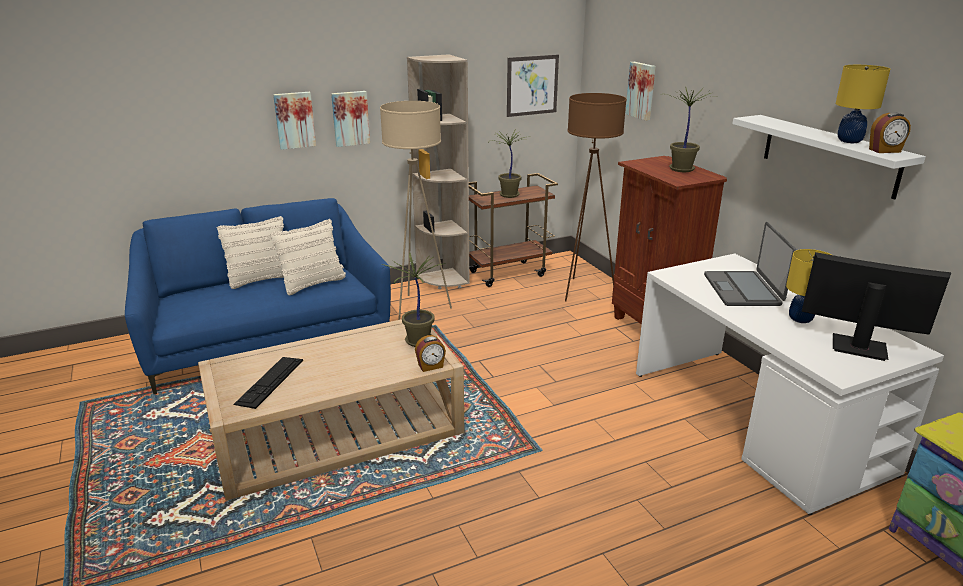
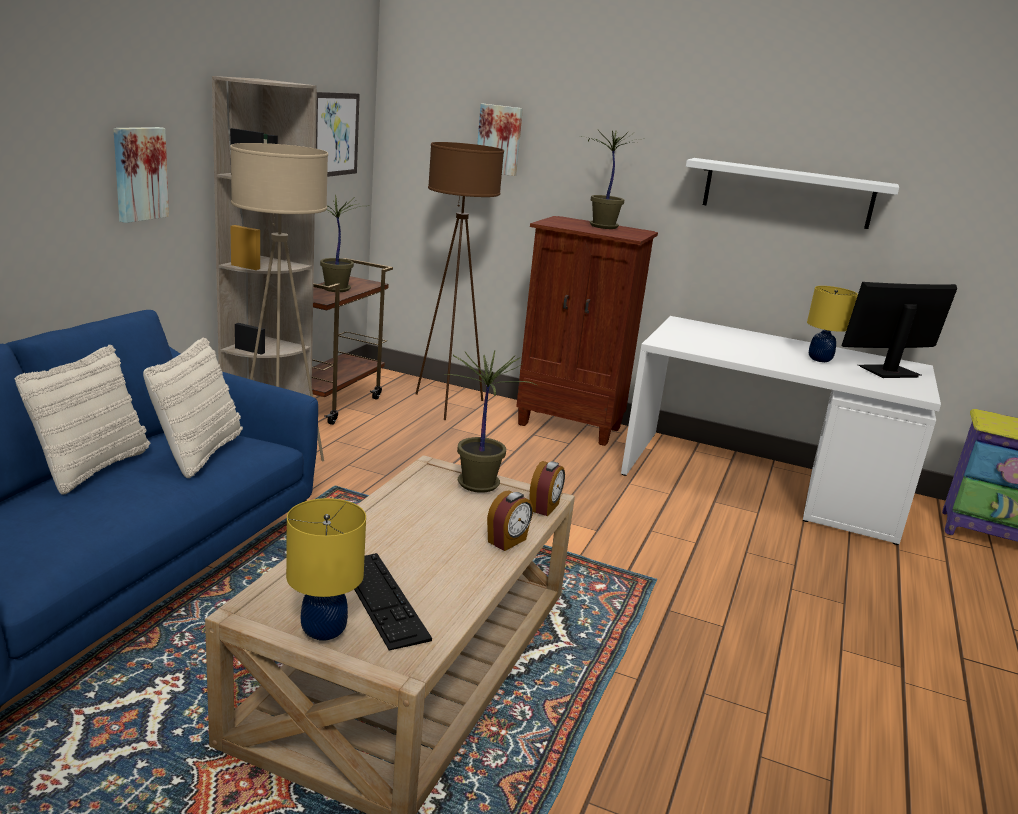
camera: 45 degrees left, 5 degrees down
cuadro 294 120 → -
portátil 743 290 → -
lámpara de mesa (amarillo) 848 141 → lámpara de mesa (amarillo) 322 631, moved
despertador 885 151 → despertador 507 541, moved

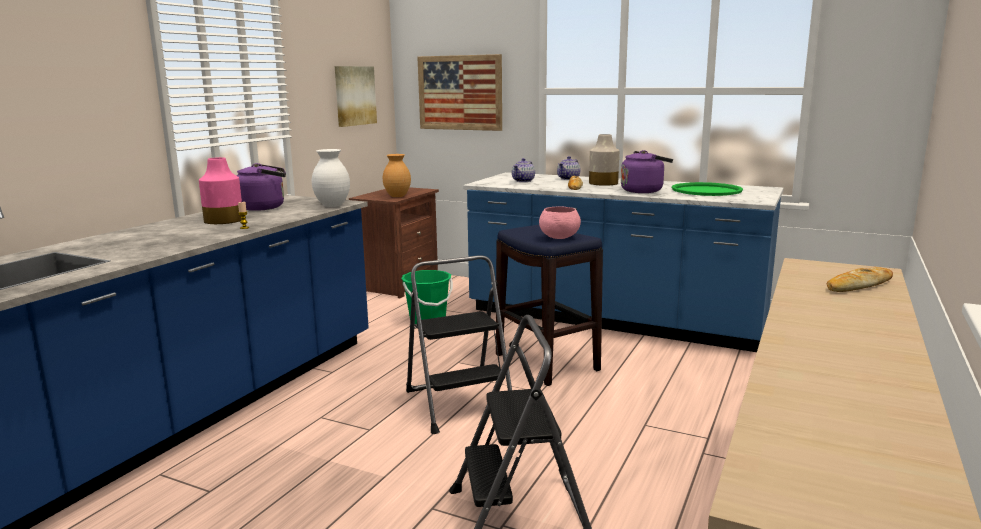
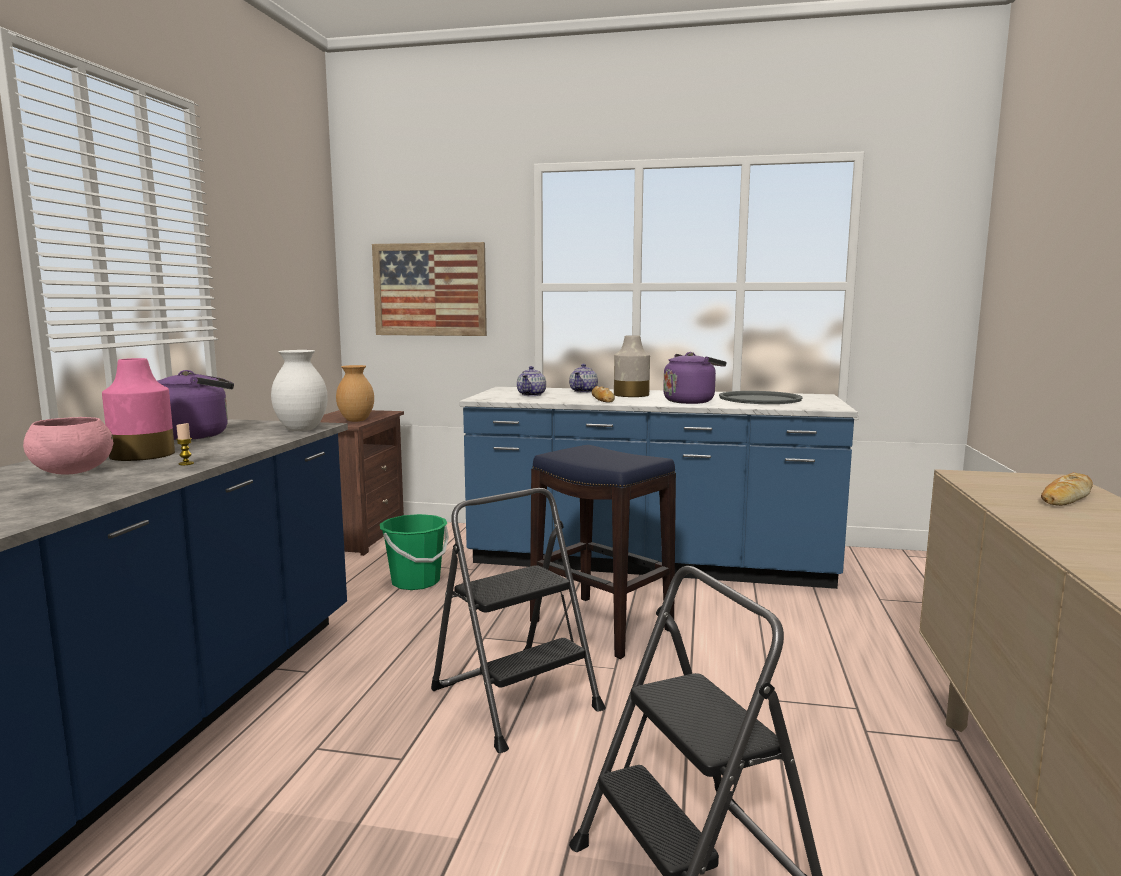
camera: 15 degrees left, 5 degrees down
cuadro 354 95 → -
cuenco (rosa) 559 237 → cuenco (rosa) 72 472, moved
bandeja (verde) 706 190 → bandeja (gris) 760 399

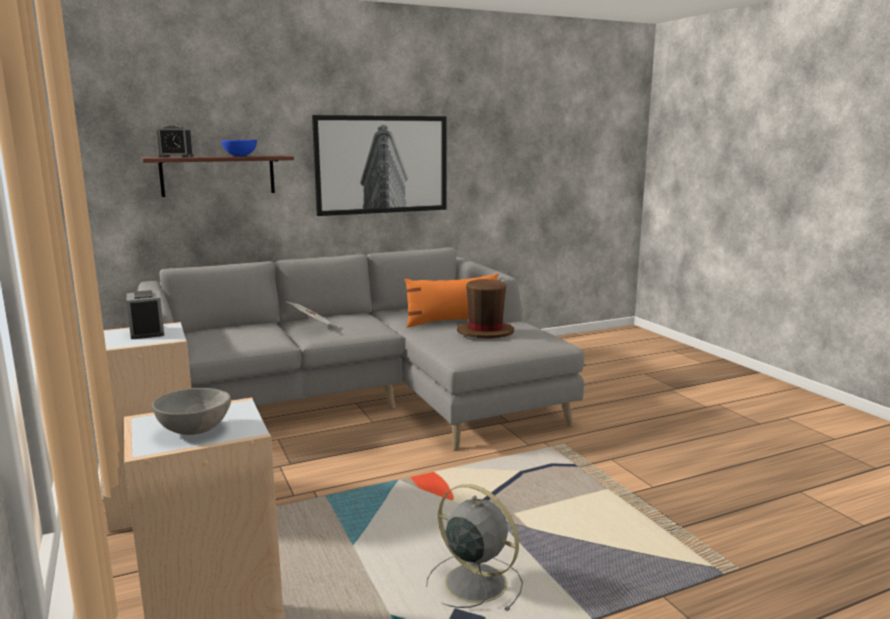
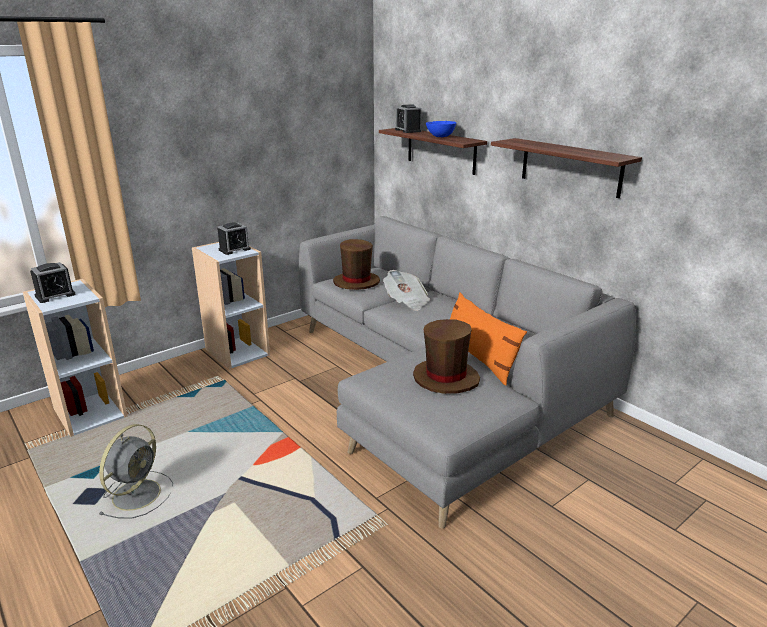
camera: 75 degrees right, 10 degrees up
cuenco (gris) 194 430 → despertador 55 295
cuadro 382 164 → estante 570 167
- → sombrero (marrón) 356 282

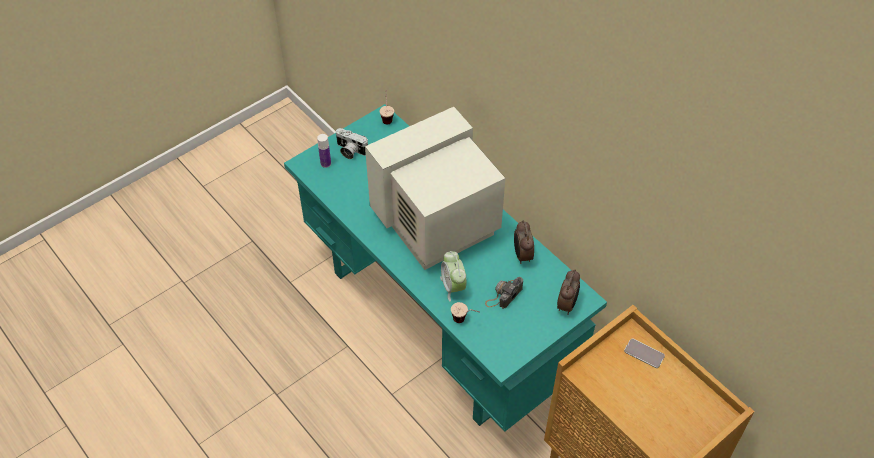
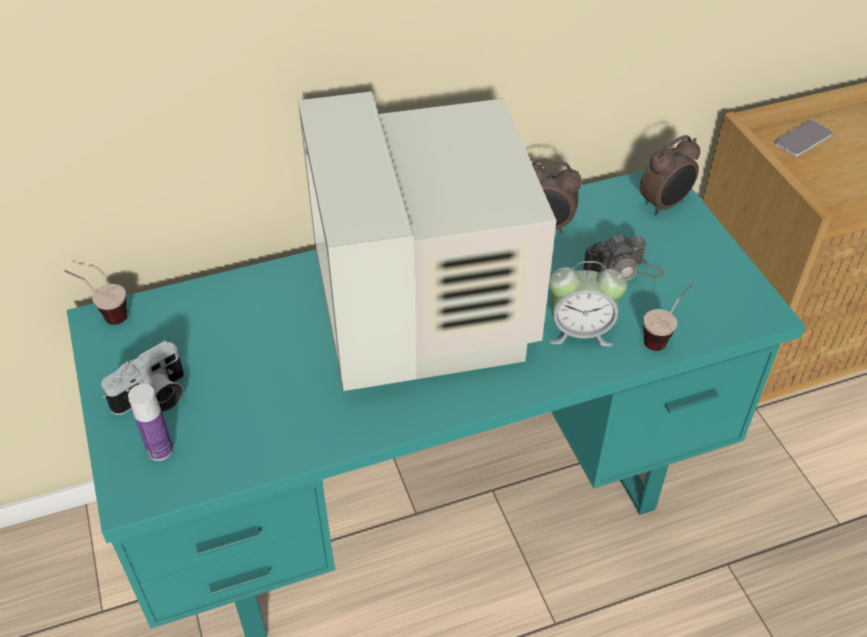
camera: 70 degrees left, 5 degrees down
cámara 504 295 → cámara 622 271, 75 degrees counterclockwise
despertador 567 304 → despertador 665 205, 105 degrees clockwise

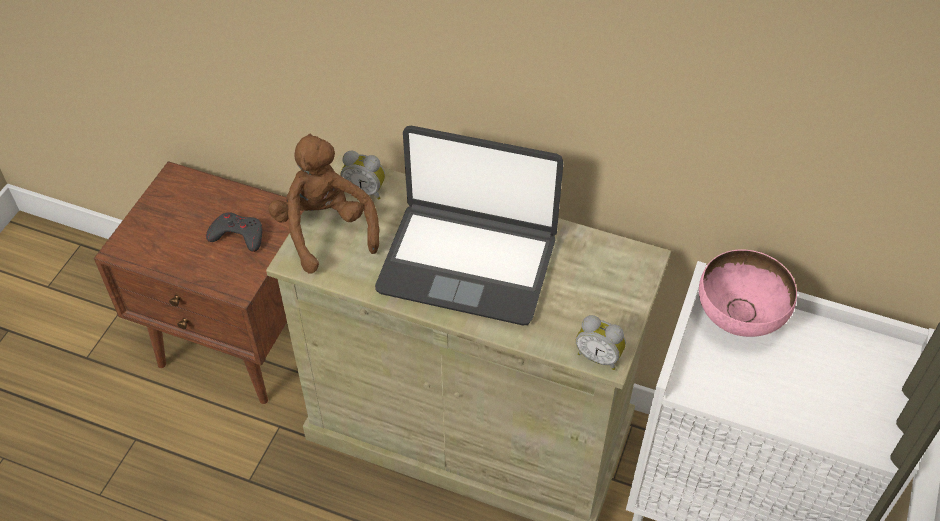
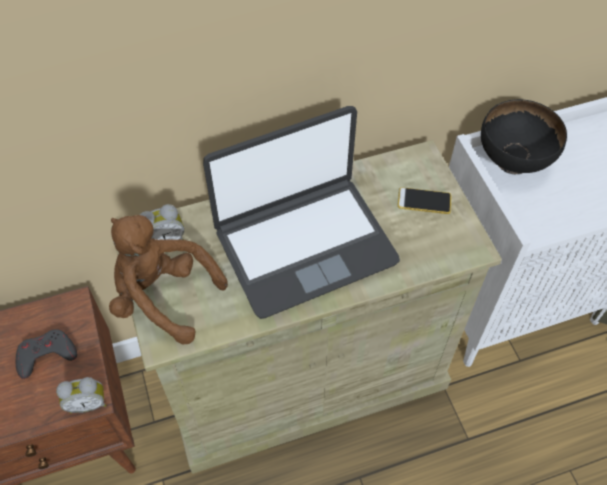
camera: 40 degrees left, 5 degrees up
despertador 599 356 → despertador 88 403, moved
cuenco (rosa) 737 319 → cuenco (negro) 512 161
- → móvil 424 201

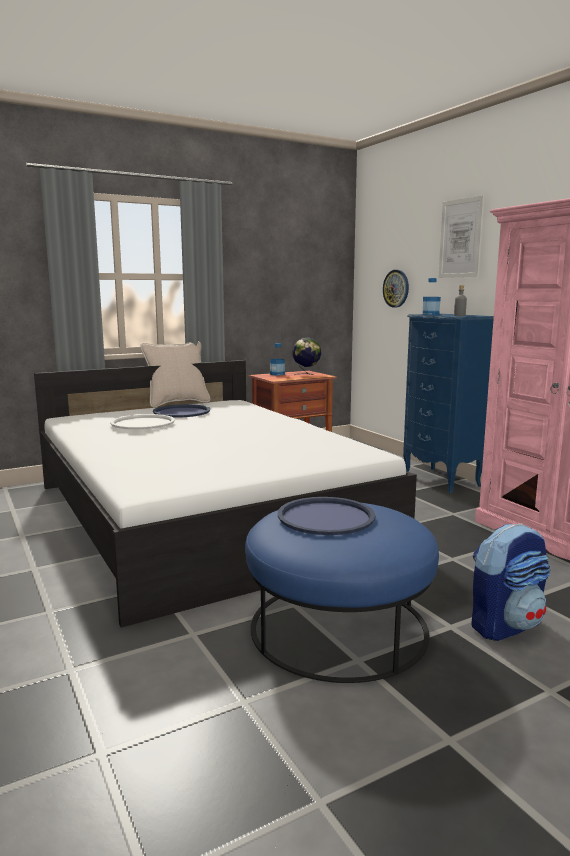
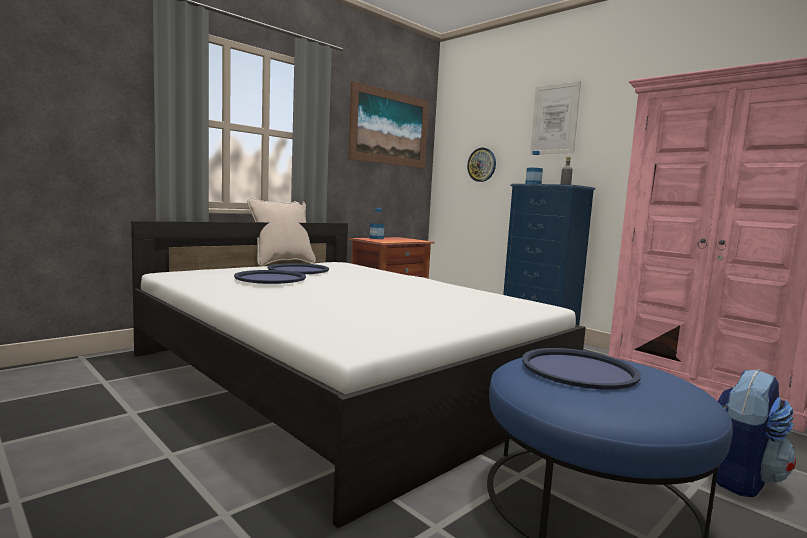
camera: 15 degrees left, 5 degrees down
bandeja (blanco) 142 423 → bandeja (azul) 270 278
globo terráqueo 306 374 → -
- → cuadro 390 128

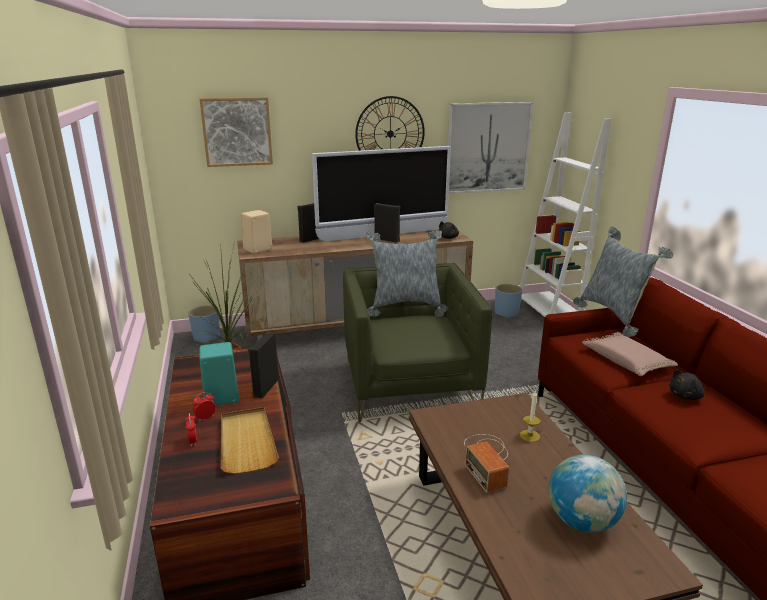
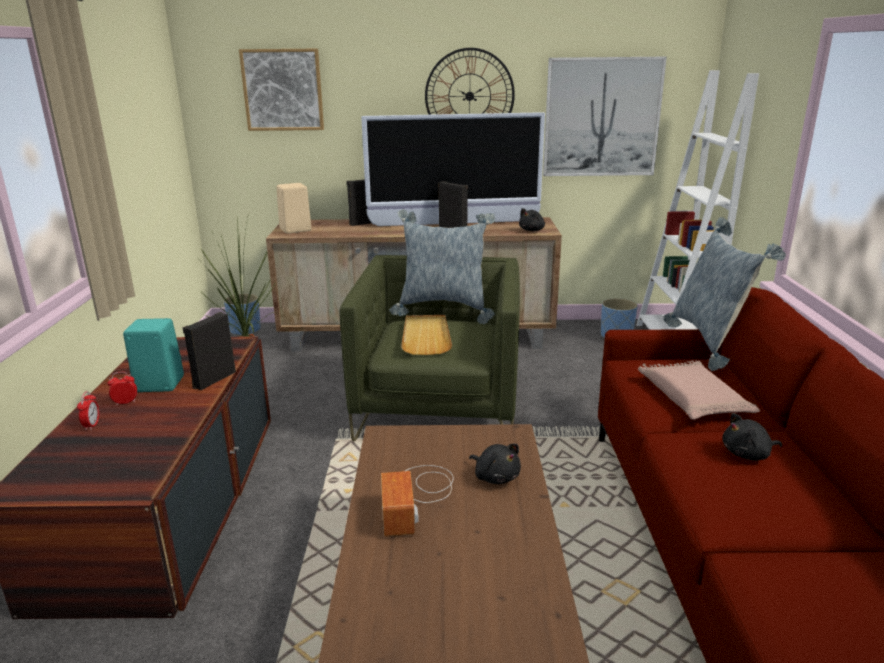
camera: 15 degrees right, 0 degrees up
bandeja (beis) 247 441 → bandeja (beis) 426 337, moved
vela 529 436 → peluche (negro) 495 476
globo terráqueo 582 521 → -

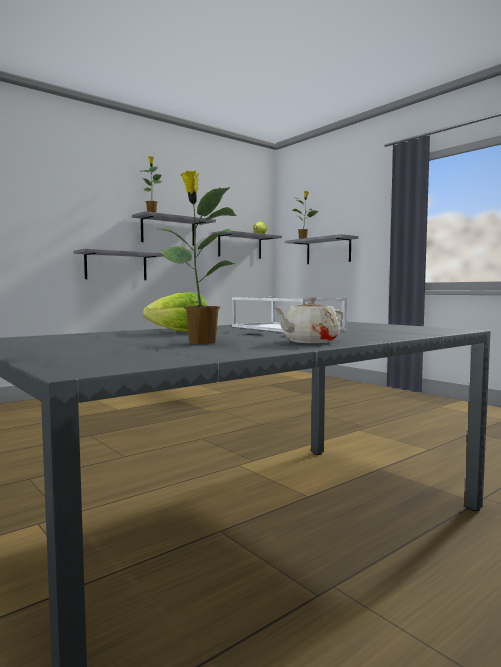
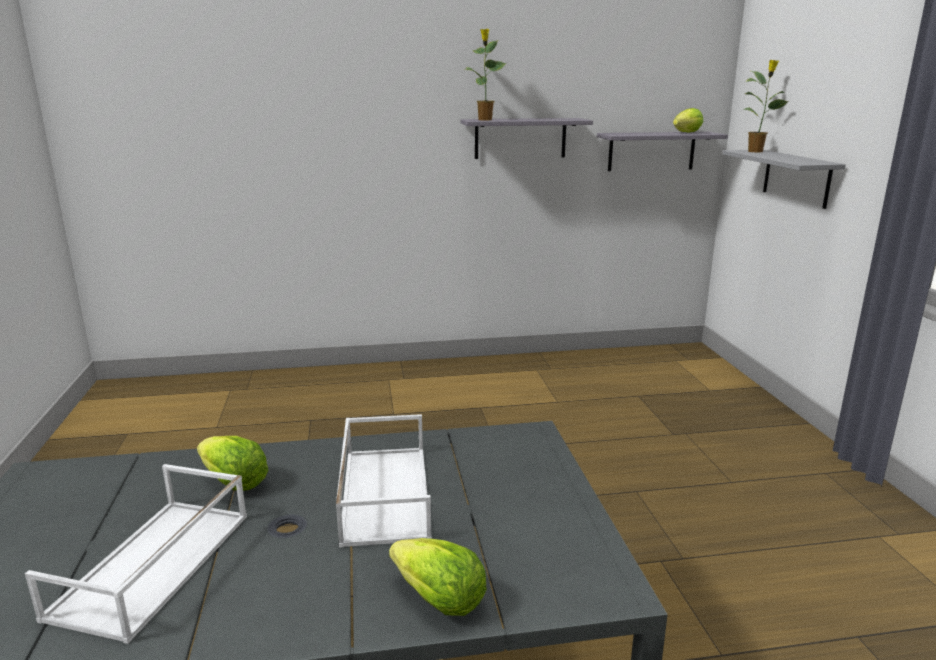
camera: 30 degrees right, 15 degrees up
estante (gris) 116 266 → -
planta en maceta 200 342 → bandeja (blanco) 153 566
tetera (beis) 309 342 → -
- → lechuga 439 600

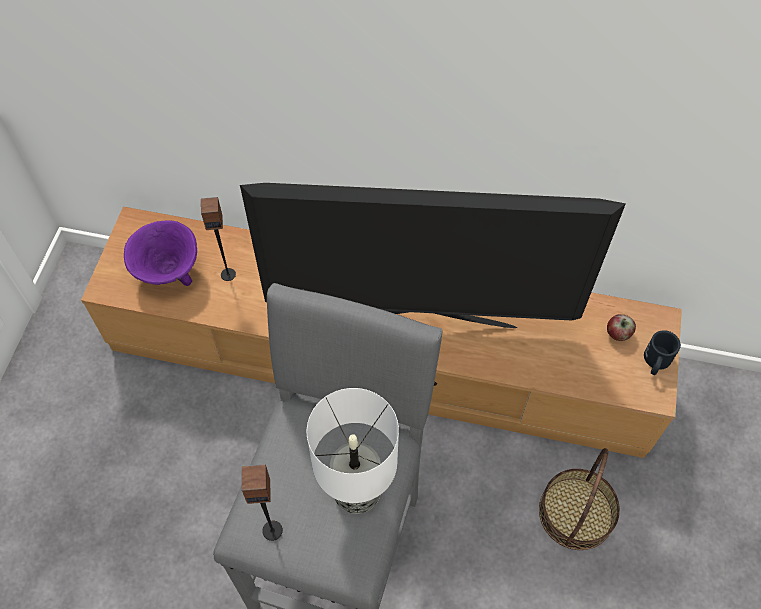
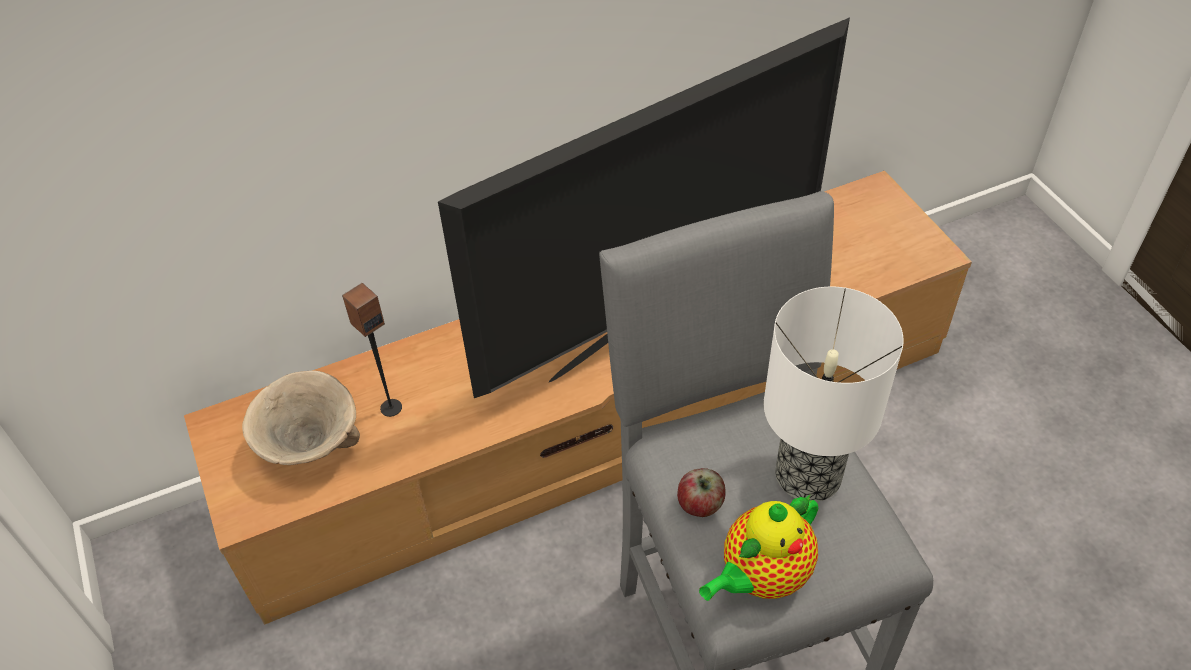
camera: 35 degrees left, 10 degrees down
cuenco (morado) 167 272 → cuenco (beis) 310 450
altavoz 272 530 → tetera 761 576
cesta 575 513 → -
manzana 618 334 → manzana 700 505, moved
taza grande (negro) 655 362 → -

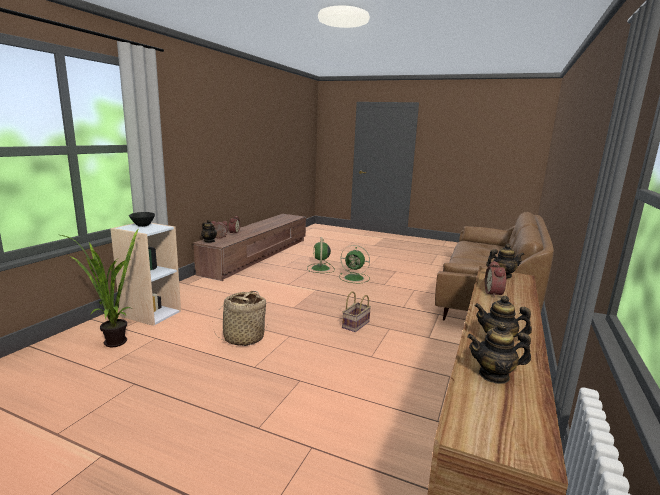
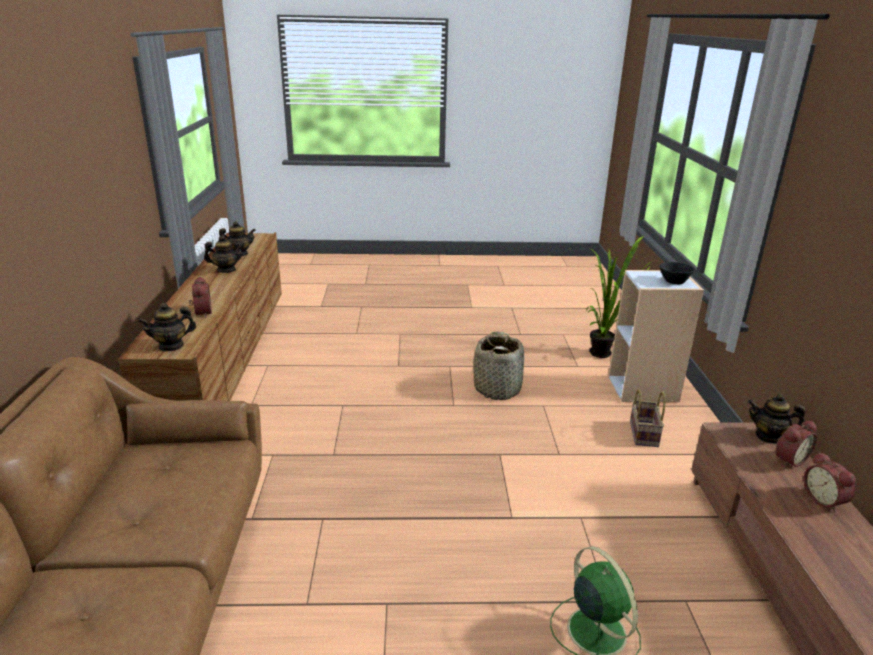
camera: 155 degrees right, 10 degrees up
ventilador (verde) 355 278 → -
cesta 356 325 → cesta 642 433, moved

